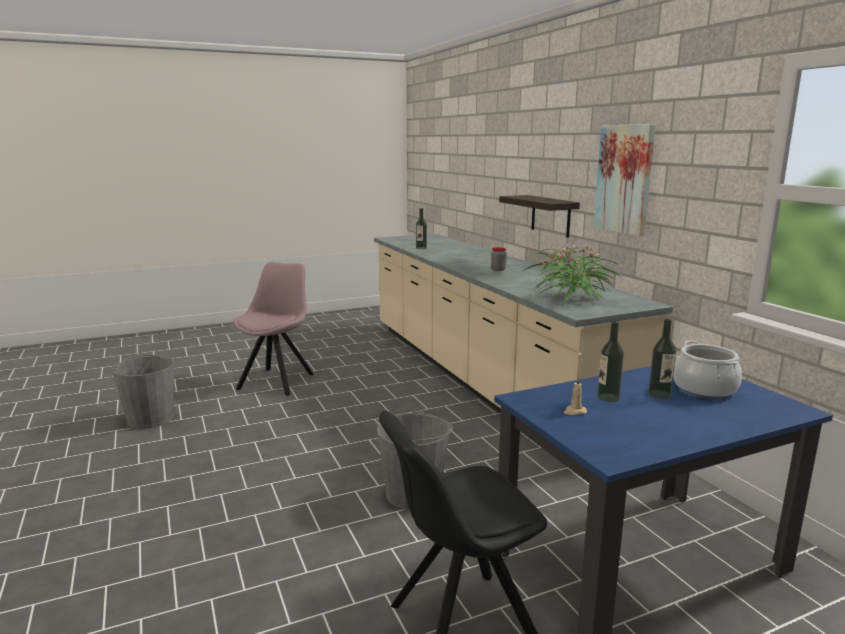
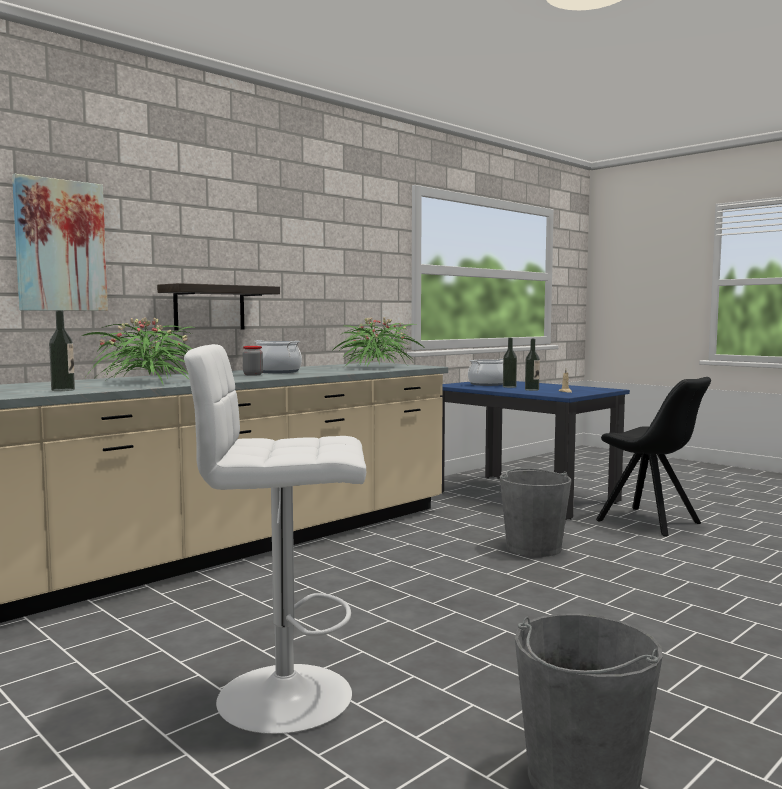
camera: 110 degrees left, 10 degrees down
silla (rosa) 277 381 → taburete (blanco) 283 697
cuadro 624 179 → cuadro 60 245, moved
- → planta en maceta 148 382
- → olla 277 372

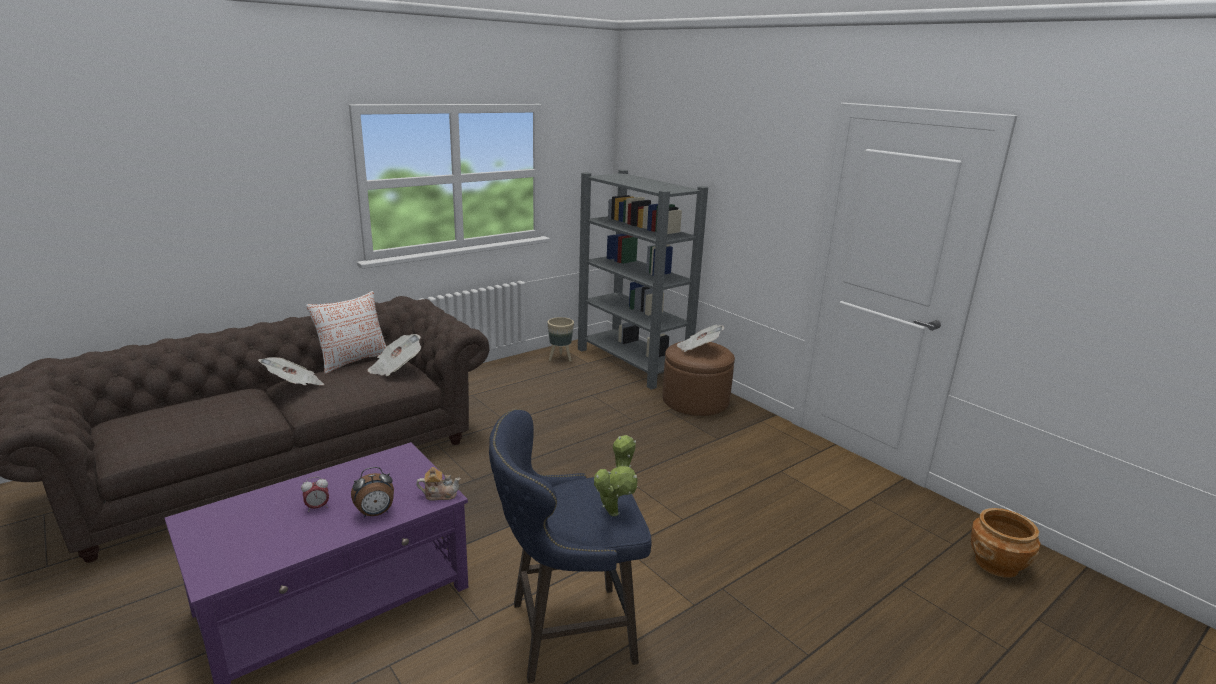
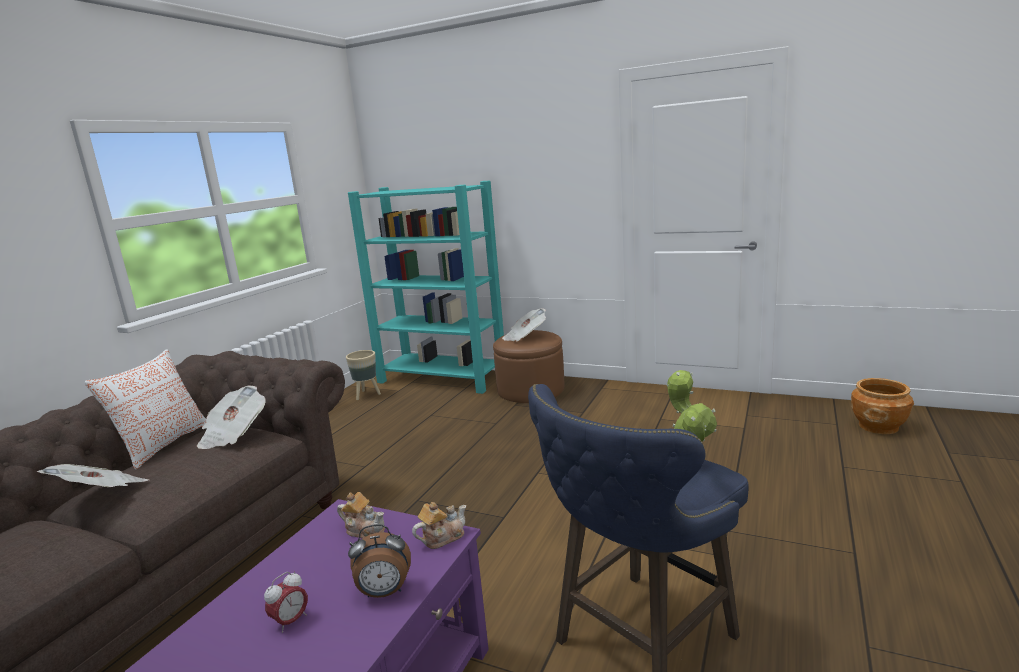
camera: 25 degrees left, 5 degrees down
despertador 375 513 → despertador 384 592, 45 degrees clockwise
estantería (gris) 632 362 → estantería (turquesa) 442 378
- → tetera 365 530

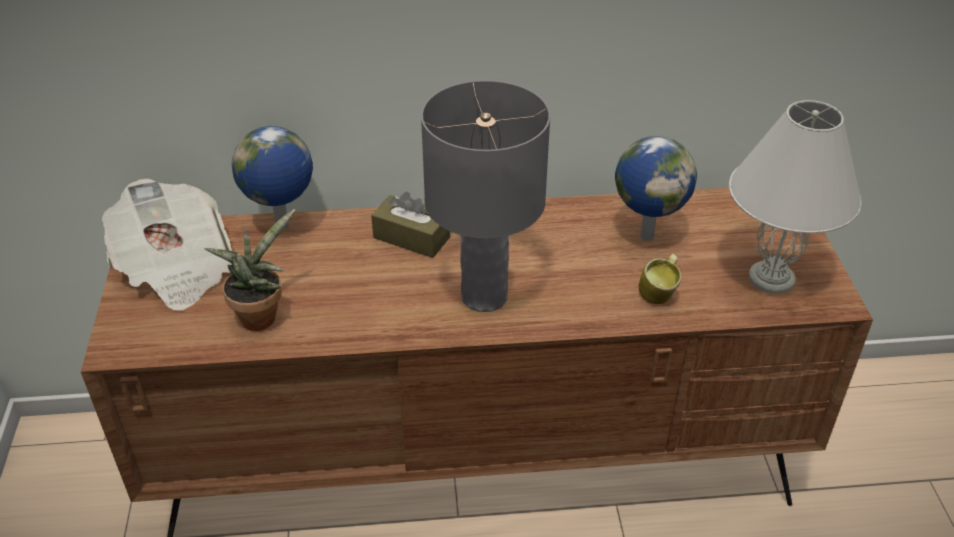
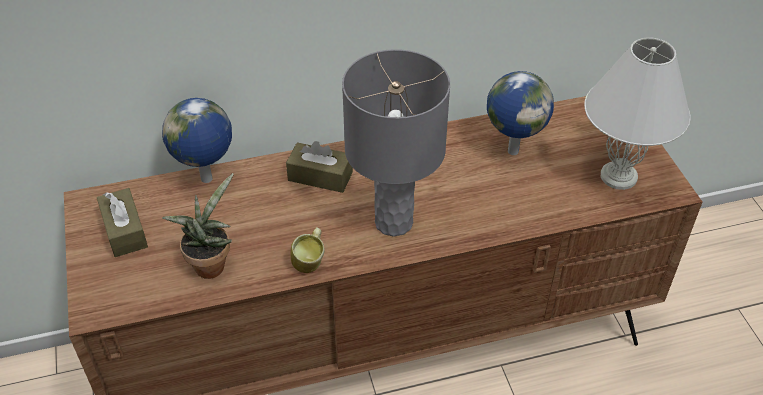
camera: 10 degrees left, 5 degrees up
periódico 176 269 → caja de pañuelos (marrón) 125 231
taza grande 659 295 → taza grande 310 263, moved

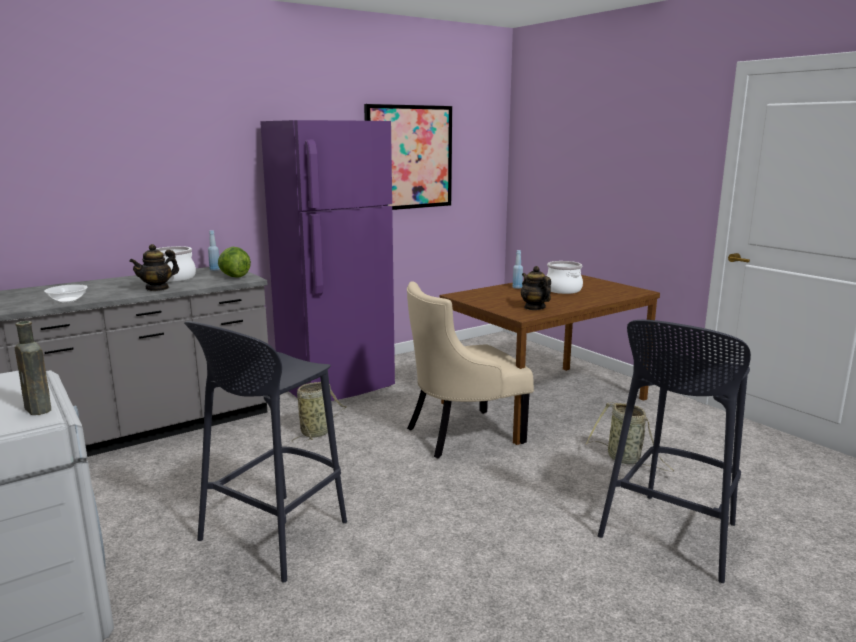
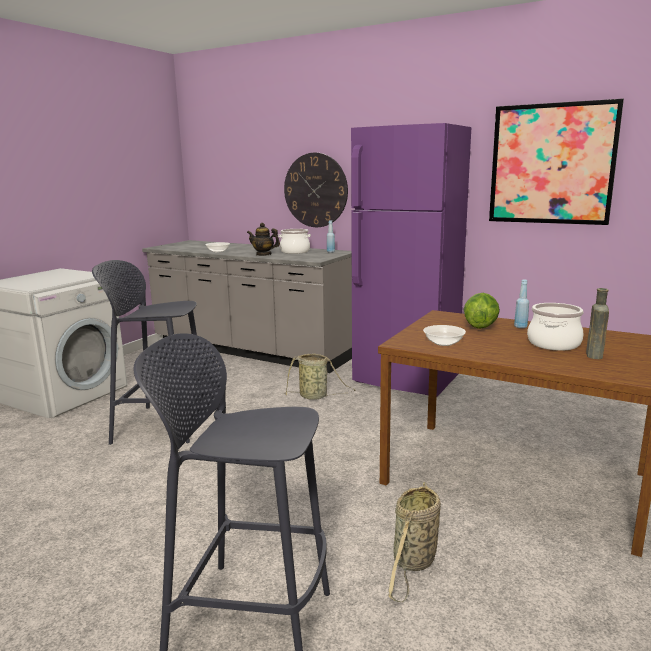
camera: 65 degrees right, 0 degrees up
botella (marrón) 39 410 → botella (marrón) 594 356, moved
lechuga 234 277 → lechuga 480 326, moved
silla (beis) 465 434 → -
tetera 534 307 → cuenco 443 343
- → reloj de pared 315 190

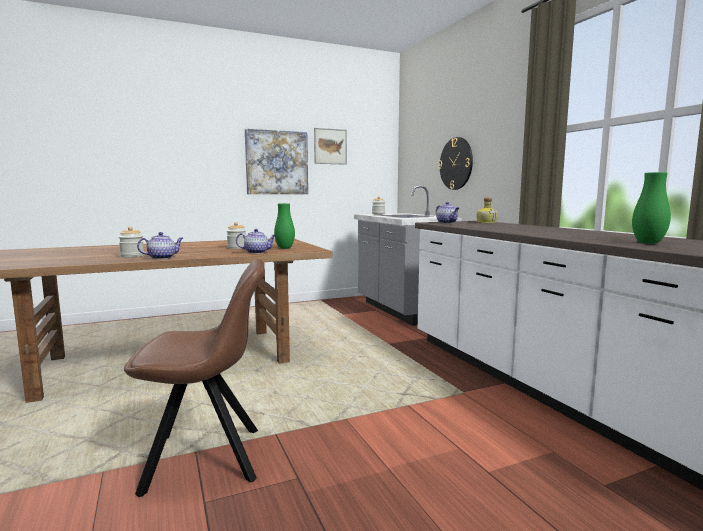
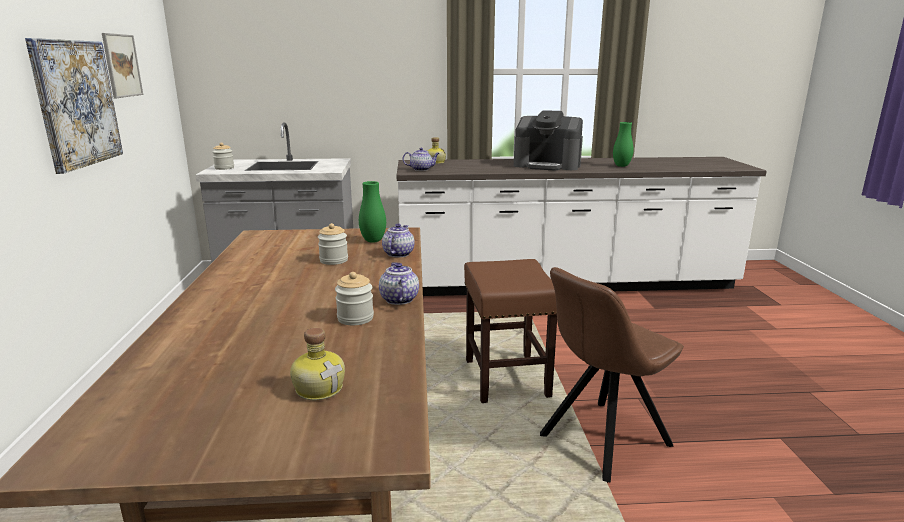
camera: 70 degrees left, 10 degrees up
silla (marrón) 205 459 → silla (marrón) 603 440, 135 degrees counterclockwise
reloj de pared 456 163 → -
- → botella 319 388
- → taburete (marrón) 507 379
- → cafetera 547 165

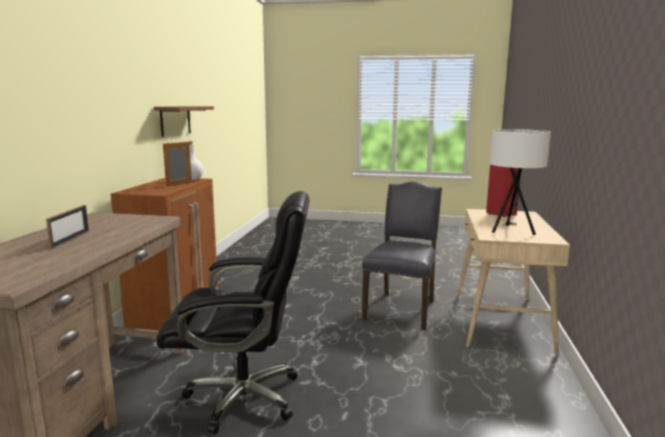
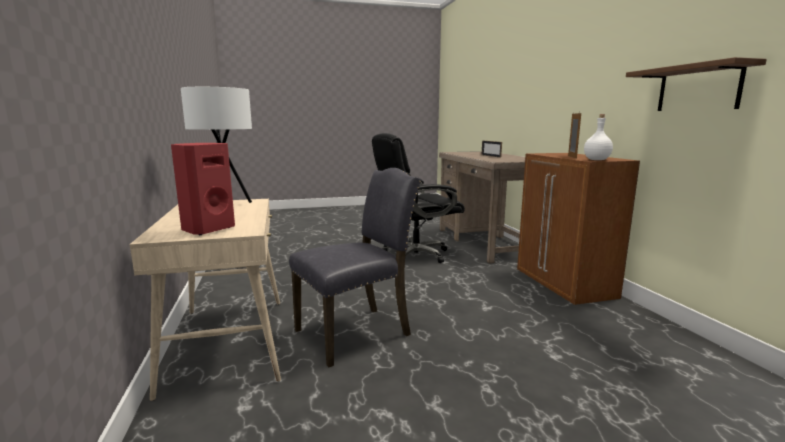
camera: 155 degrees right, 0 degrees up
silla (gris) 402 309 → silla (gris) 356 332, 120 degrees counterclockwise

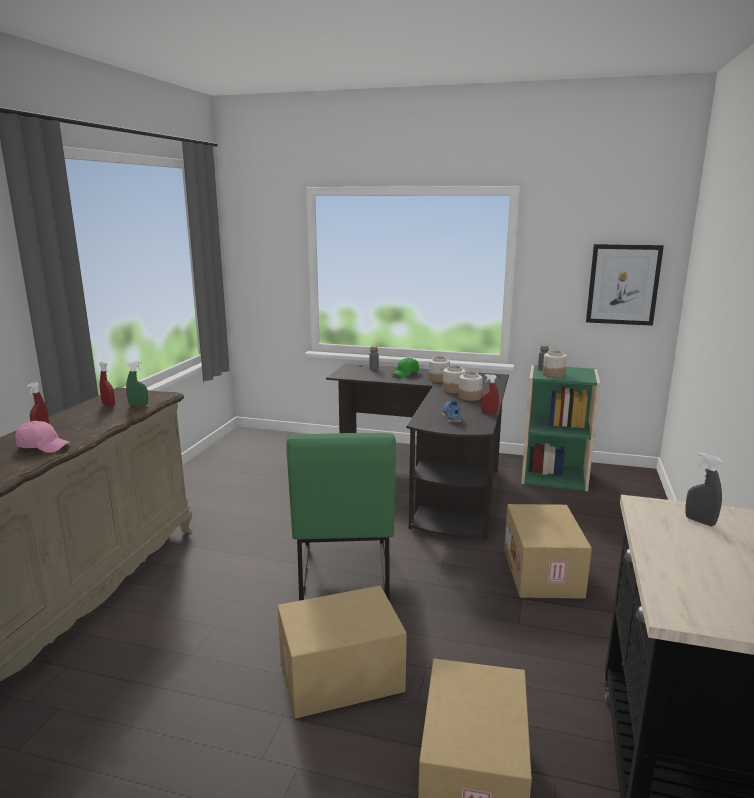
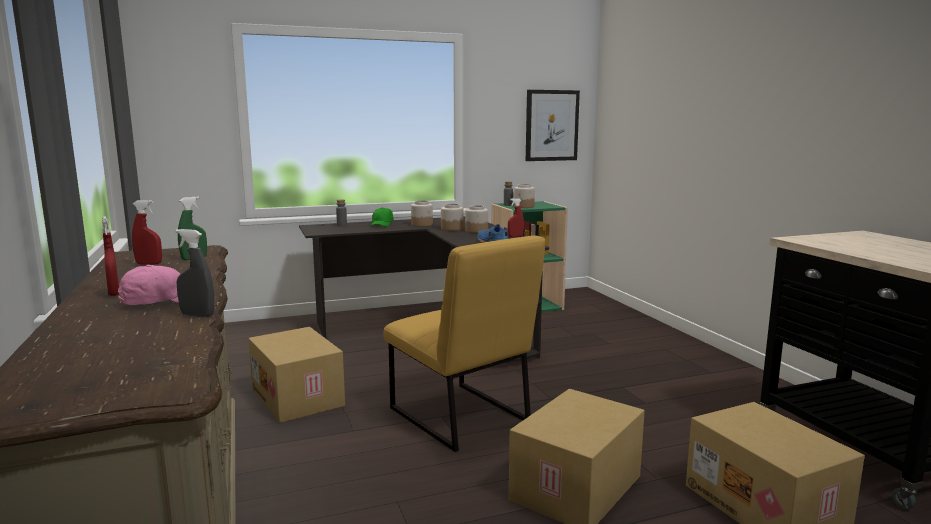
camera: 35 degrees left, 5 degrees down
silla (verde) 343 574 → silla (amarillo) 460 417
caja de cartón 544 573 → caja de cartón 299 397, moved
pulverizador (gris) 700 521 → pulverizador (gris) 197 315, moved

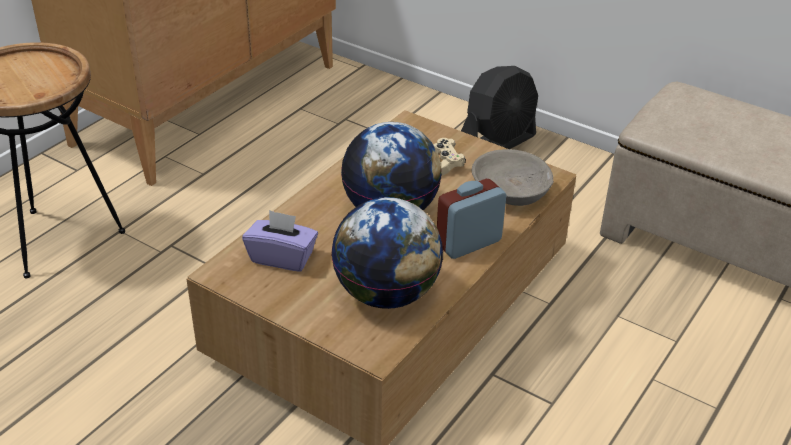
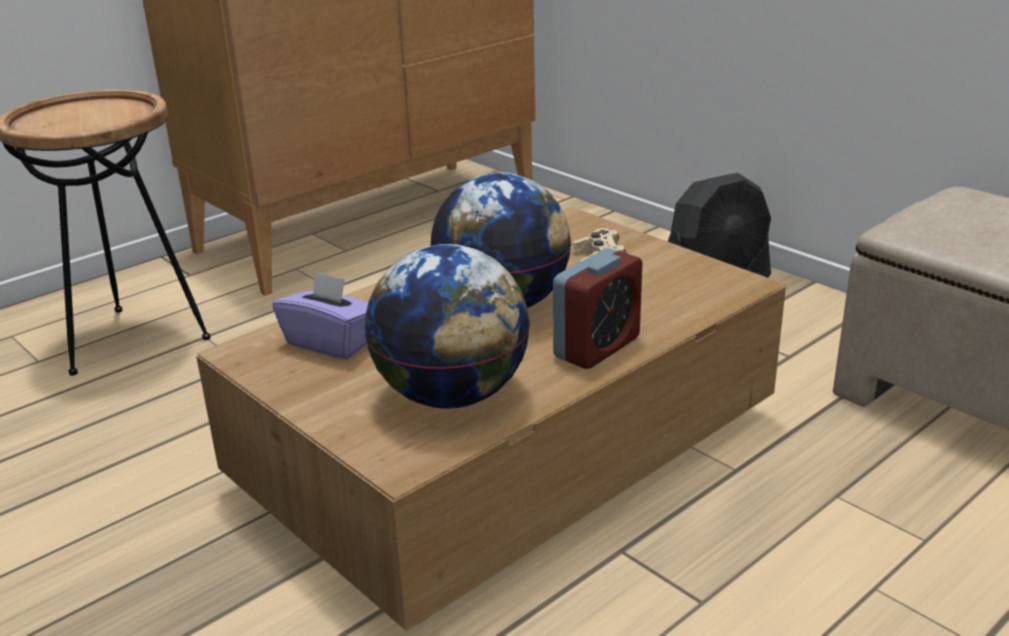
camera: 15 degrees right, 10 degrees down
despertador 468 243 → despertador 597 347, 150 degrees clockwise
cuenco (gris) 510 191 → -

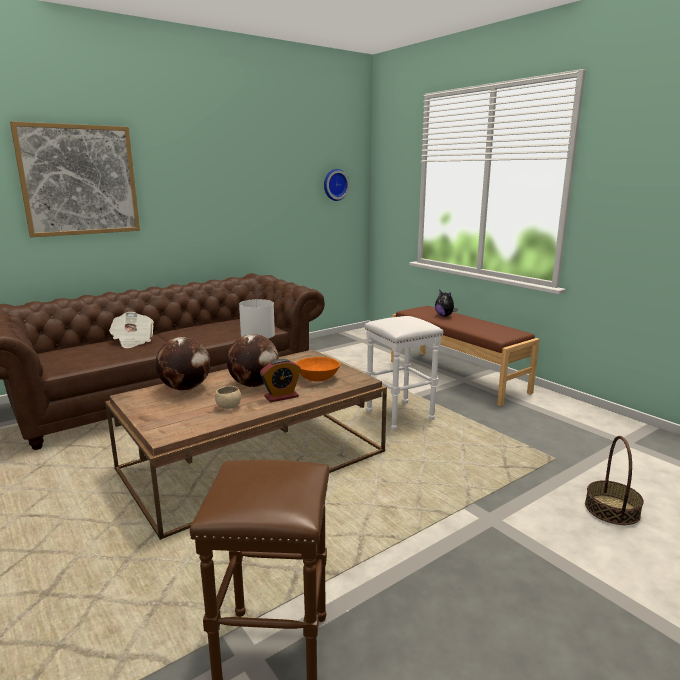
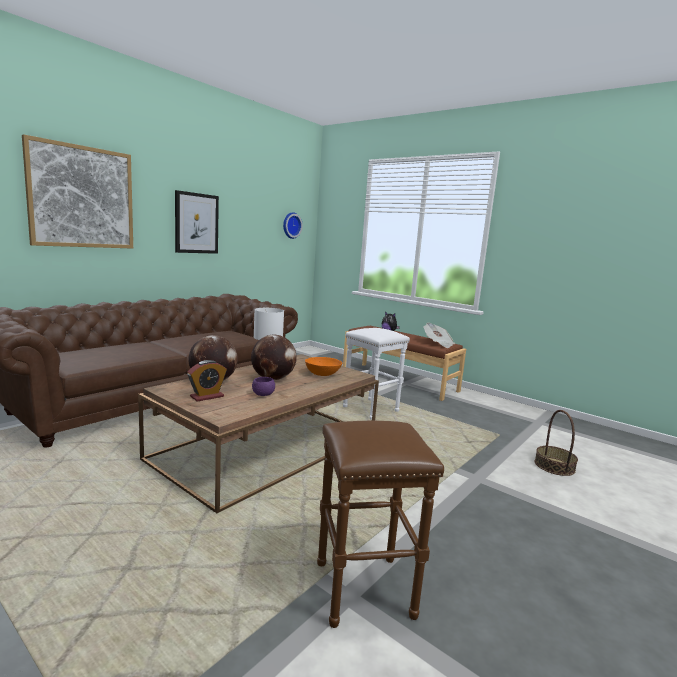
camera: 15 degrees left, 5 degrees down
periódico 133 341 → periódico 438 344, moved
cuenco (beis) 228 406 → cuenco (morado) 263 394
despertador 281 396 → despertador 207 396, moved
- → cuadro 196 223

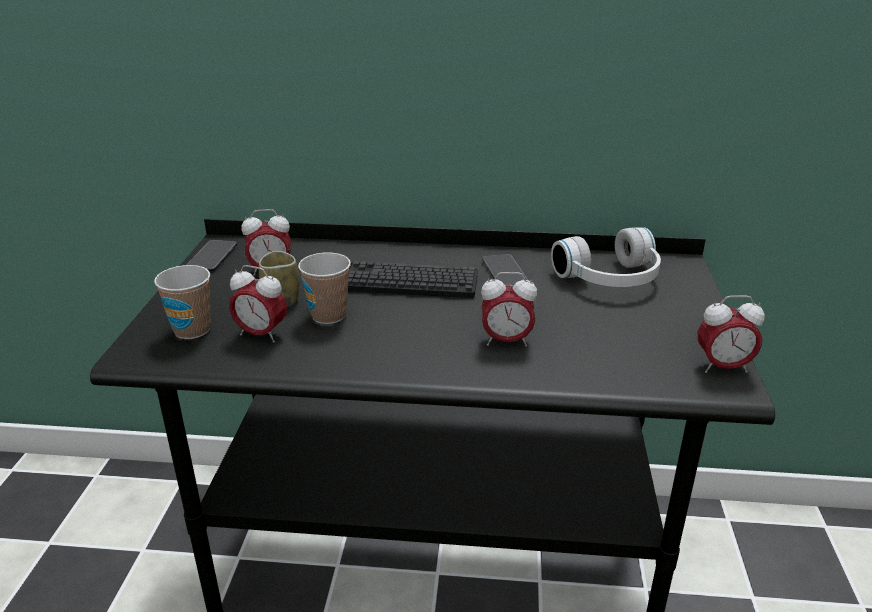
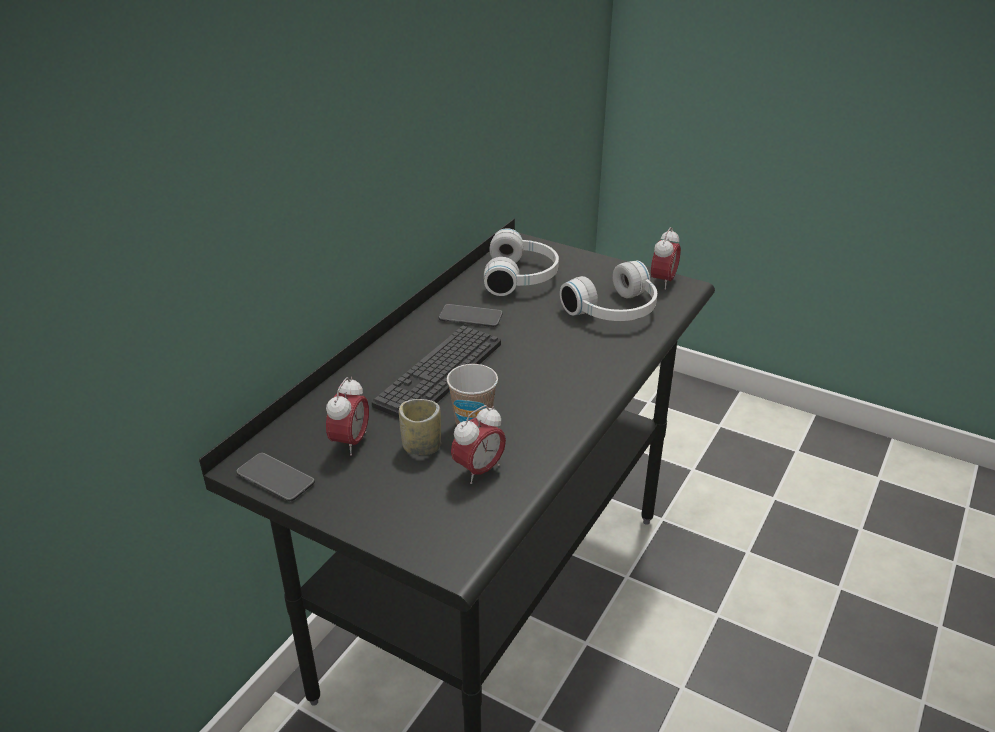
camera: 65 degrees left, 5 degrees up
taza 192 330 → -
despertador 506 341 → -
- → auriculares (blanco) 615 311

